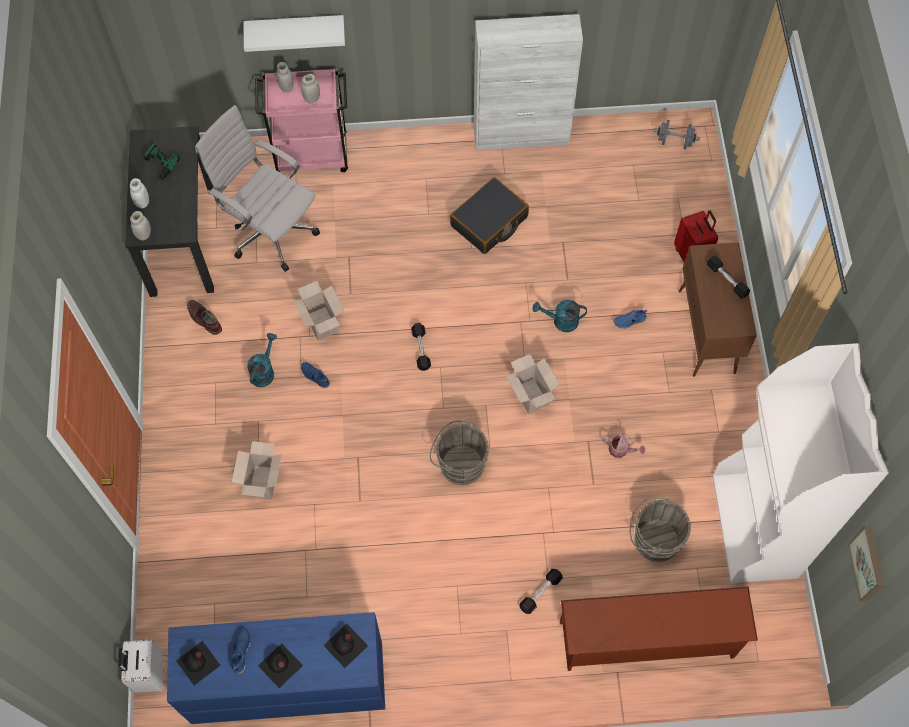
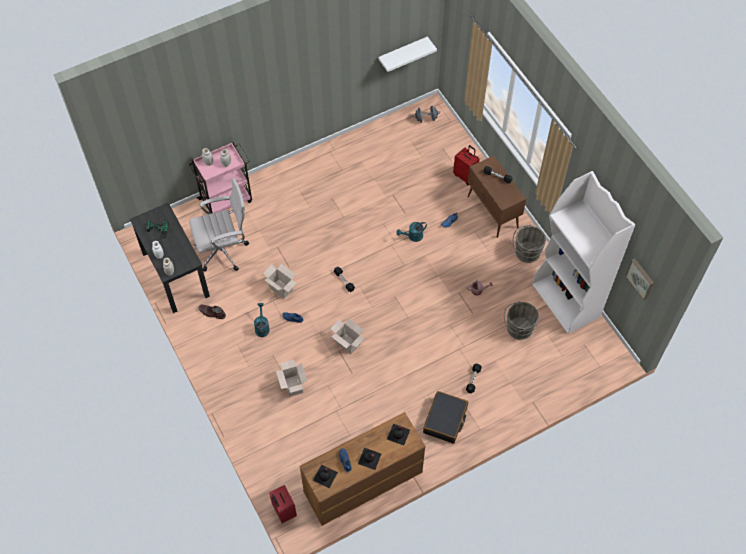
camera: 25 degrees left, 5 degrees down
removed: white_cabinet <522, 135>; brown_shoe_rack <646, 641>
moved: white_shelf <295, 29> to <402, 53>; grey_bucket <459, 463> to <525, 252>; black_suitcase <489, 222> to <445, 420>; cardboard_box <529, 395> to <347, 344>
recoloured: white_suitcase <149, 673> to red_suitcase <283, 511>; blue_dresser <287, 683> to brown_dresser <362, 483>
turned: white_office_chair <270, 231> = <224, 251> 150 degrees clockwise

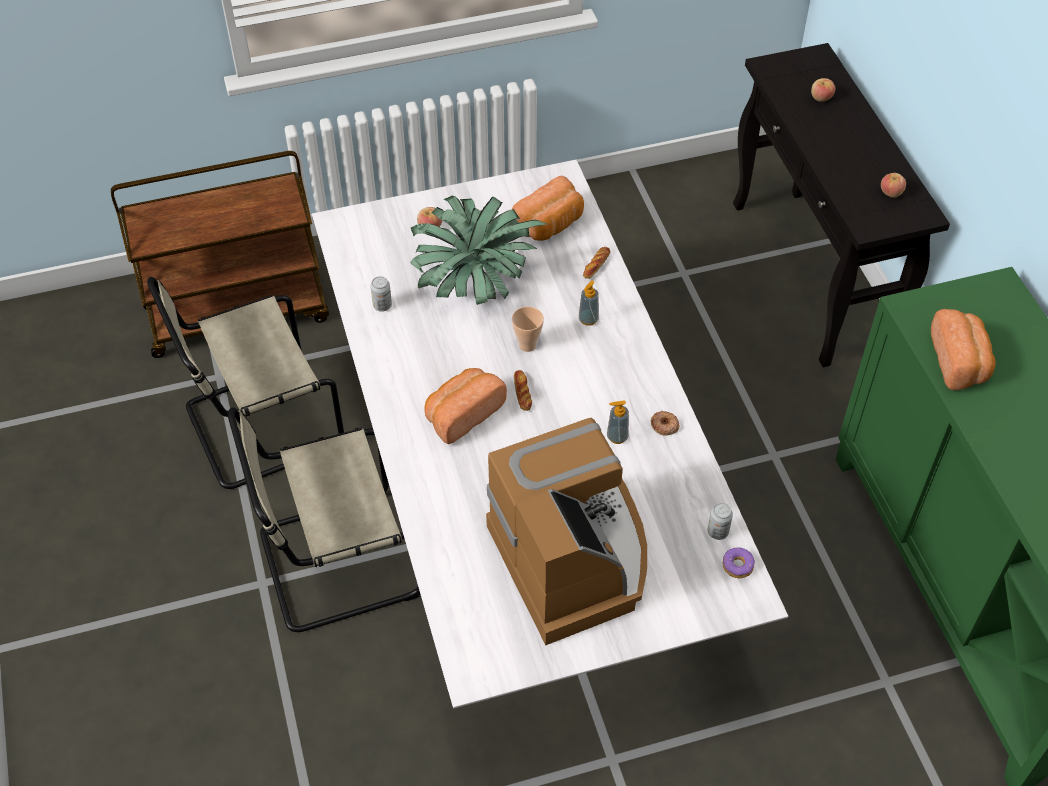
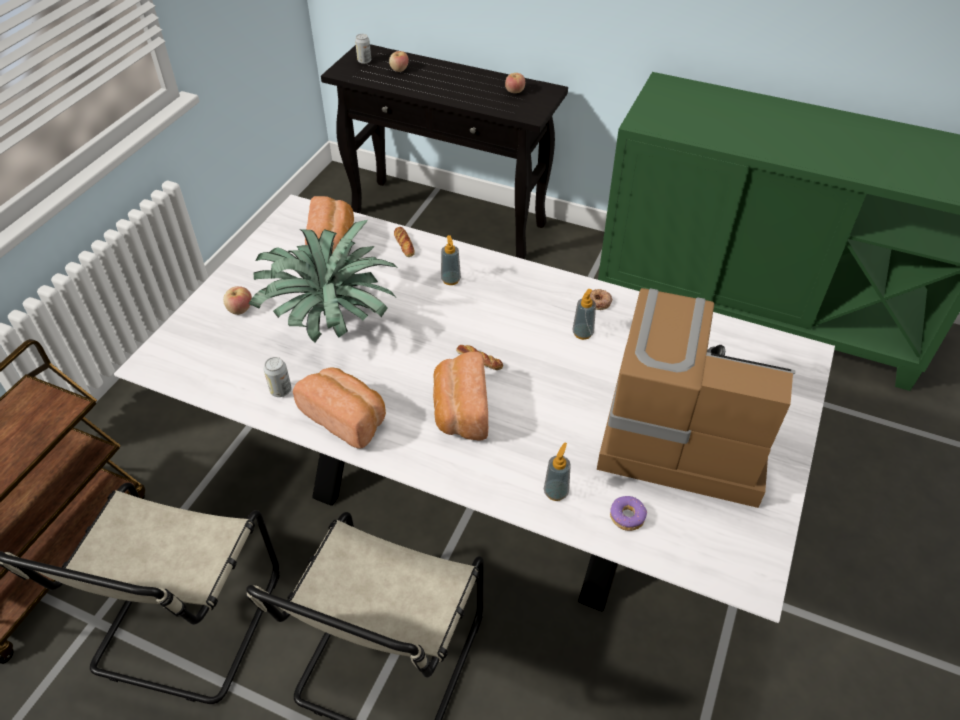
camera: 50 degrees left, 5 degrees down
removed: cup <527, 345>
added: soap_dispenser <556, 492>
moved: can <718, 532> to <364, 61>; donut <737, 566> to <627, 517>; bread <959, 361> to <346, 417>

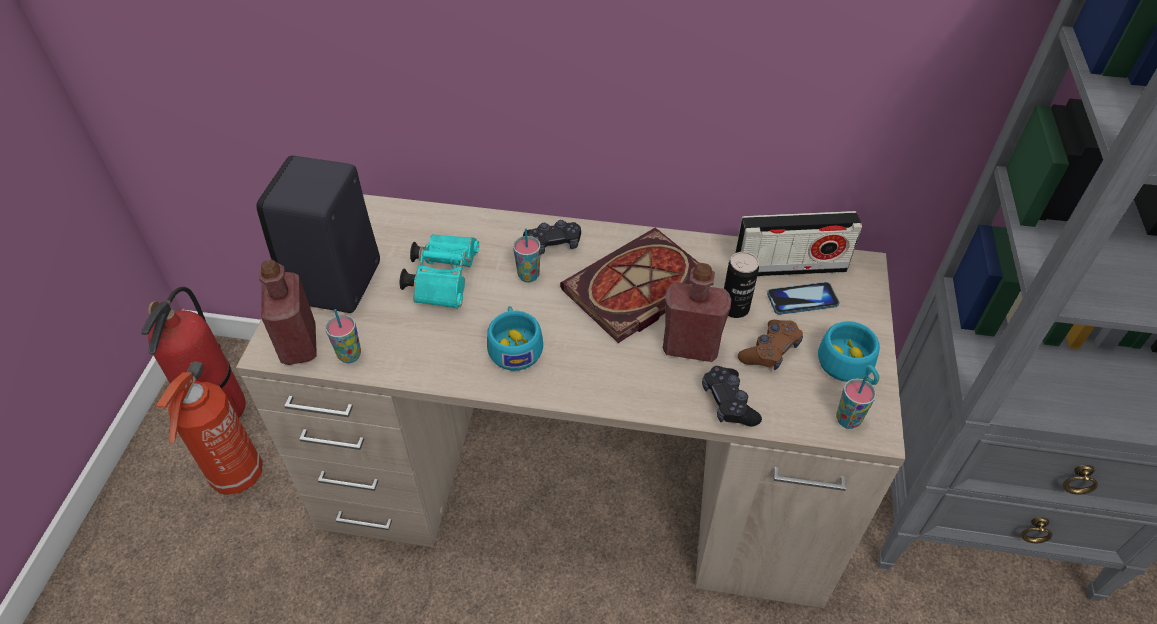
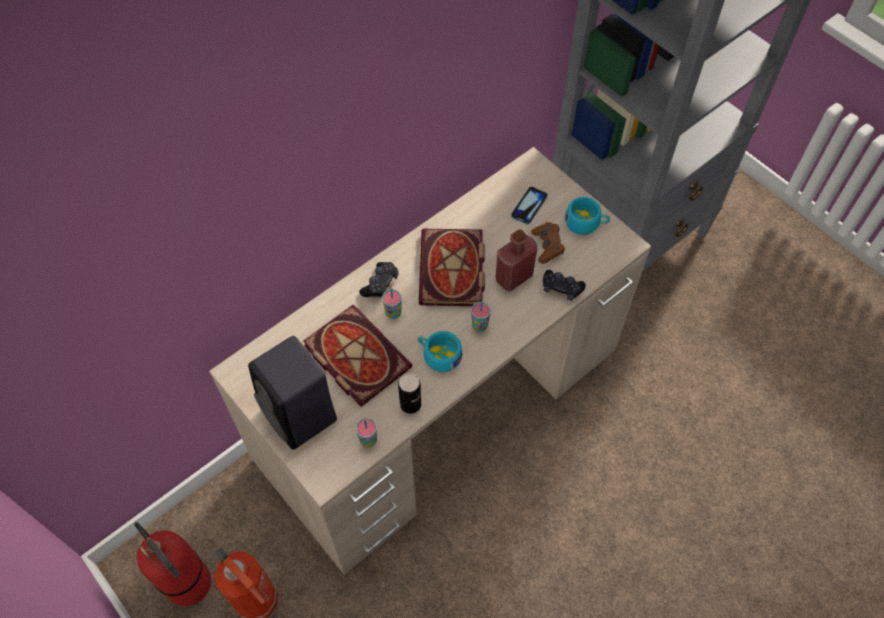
camera: 50 degrees left, 10 degrees up
removed: red_bottle <299, 344>; radio <789, 267>
moved: can <734, 308> to <410, 404>; cup <847, 420> to <479, 326>
replaced: turquoise_binoculars <444, 279> to book <354, 356>

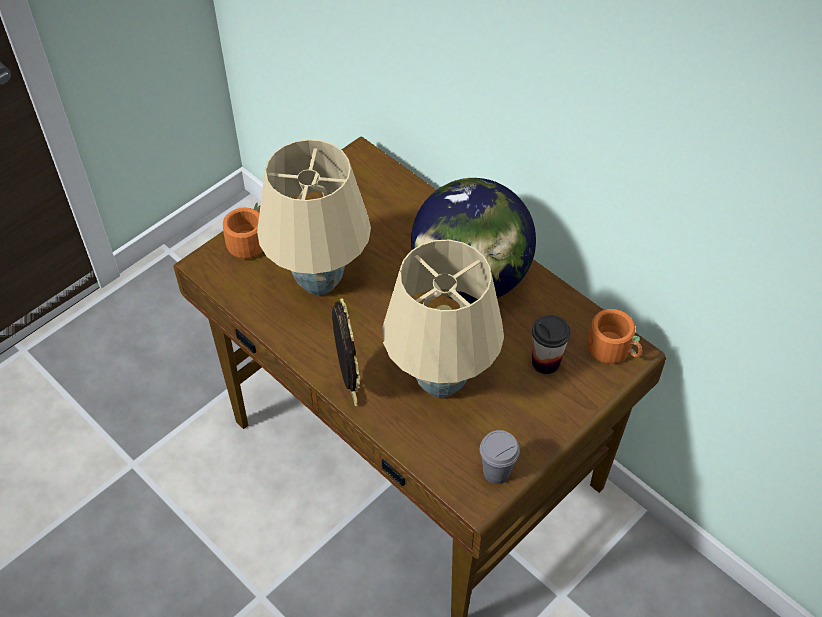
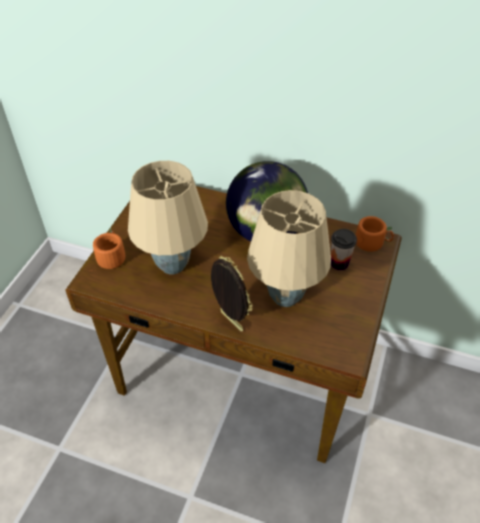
camera: 25 degrees left, 5 degrees down
removed: grey_cup <496, 472>

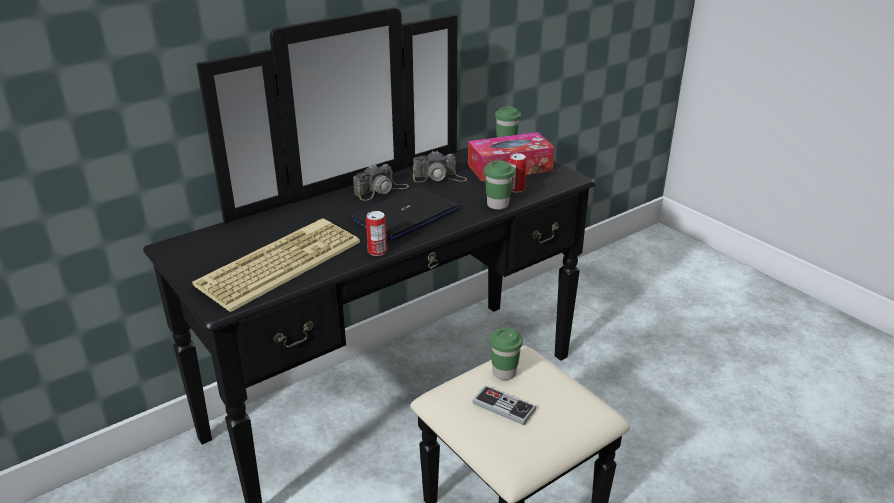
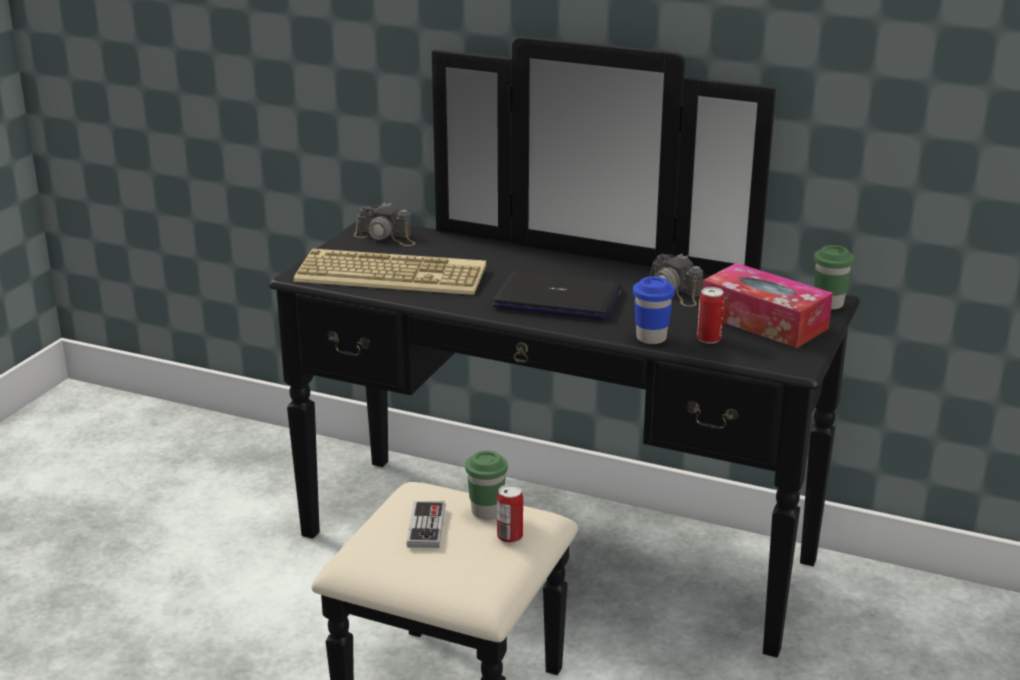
camera: 60 degrees right, 5 degrees down
moved: photo_camera <381, 190> to <386, 237>; can <377, 251> to <510, 536>
recoloured: green_cup <497, 205> to blue_cup <651, 338>

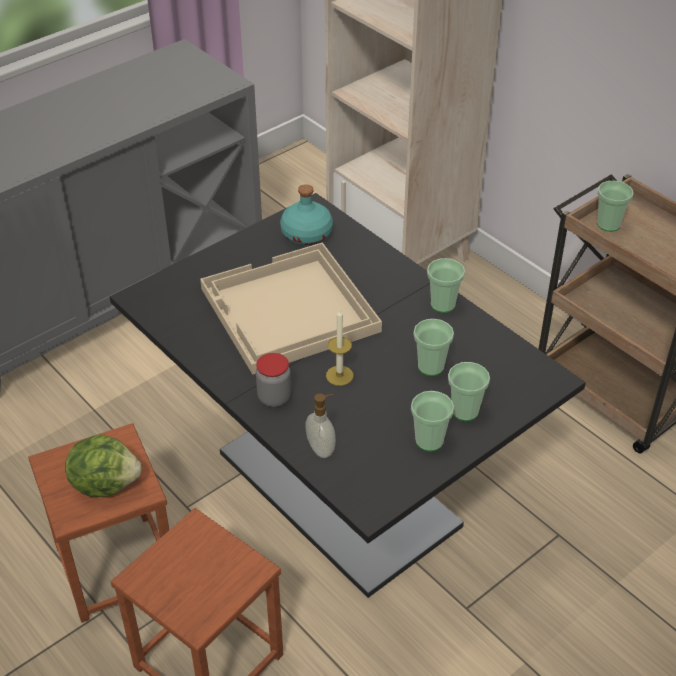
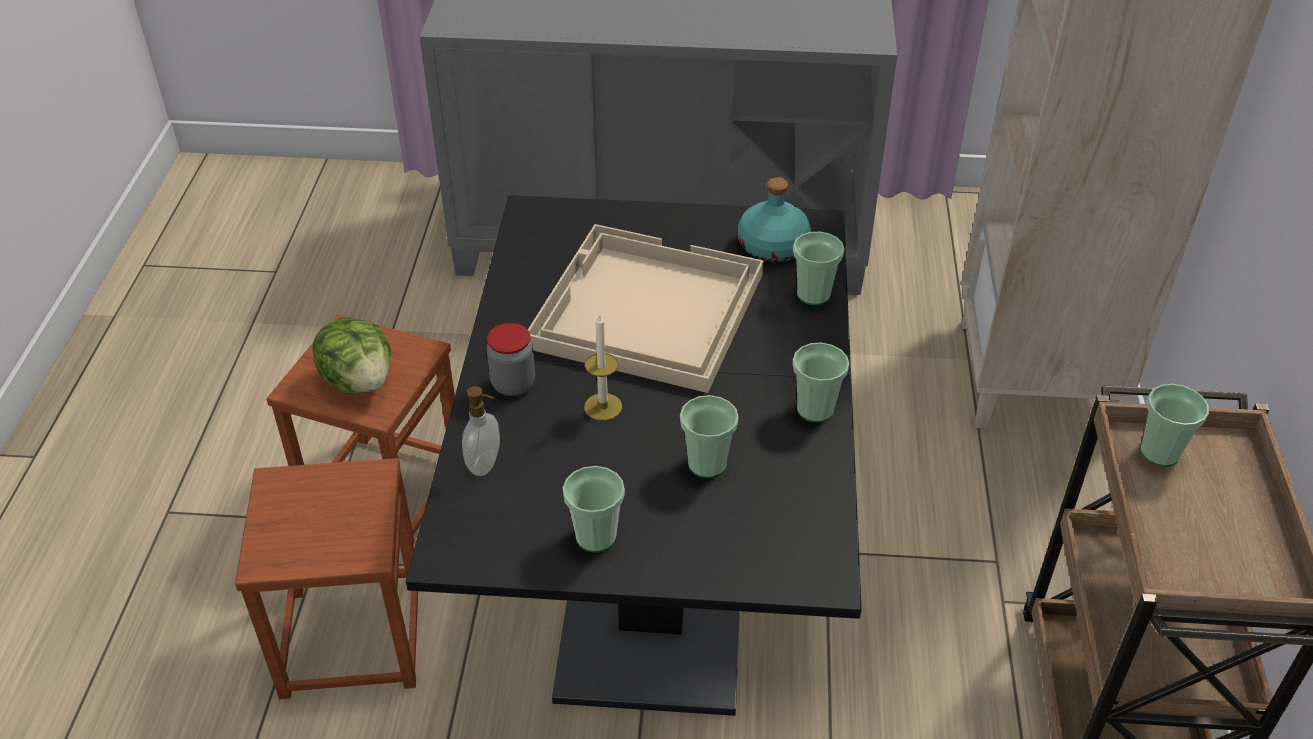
camera: 45 degrees right, 0 degrees up
moved: cup <465, 411> to <813, 294>

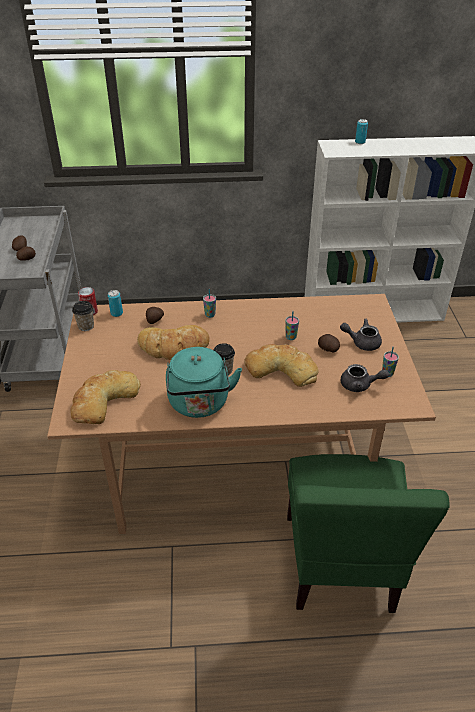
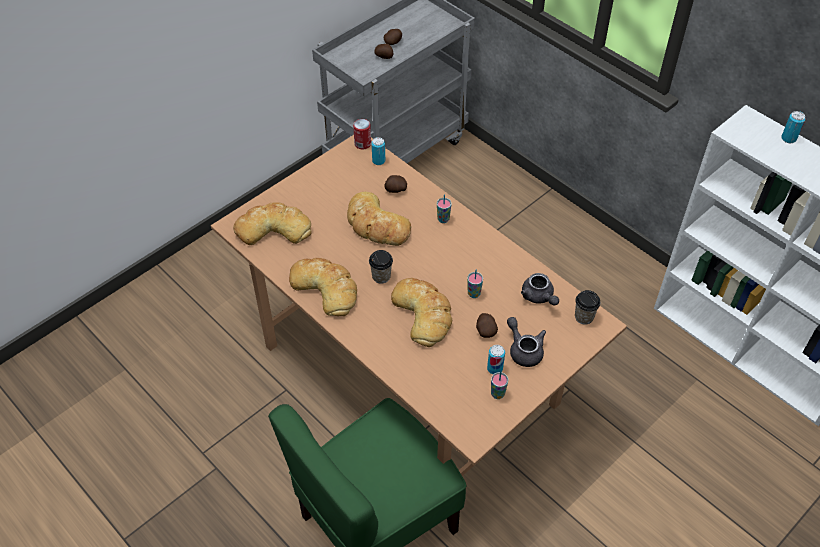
camera: 50 degrees right, 10 degrees up
added: can <495, 368>
moved: cup <86, 326> to <584, 317>; grey_teapot <360, 385> to <539, 297>
replaced: turquoise_kettle <199, 404> to bread <326, 288>

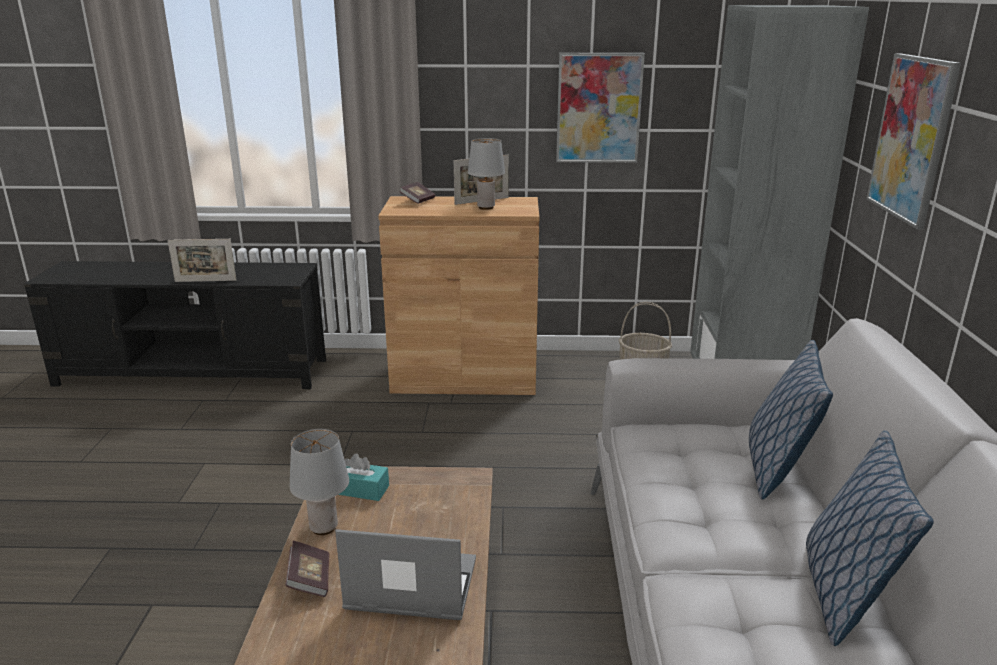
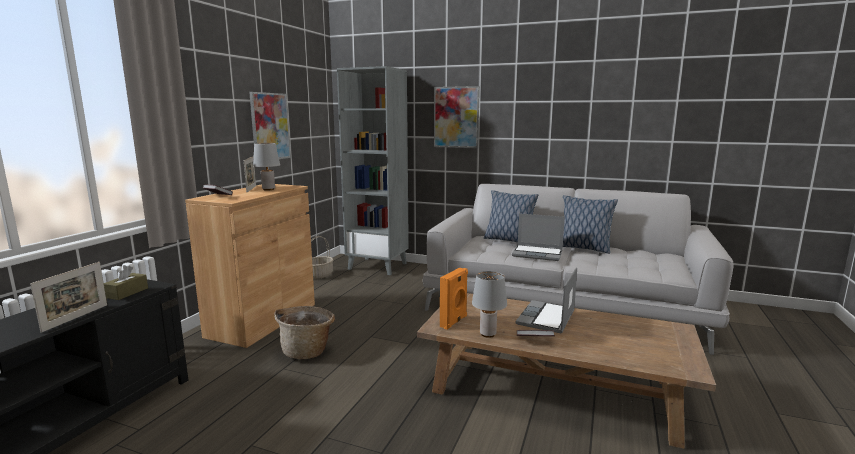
camera: 70 degrees left, 10 degrees down
added: brown_tissue_box <127, 293>; basket <307, 351>; laptop <538, 254>
replaced: turquoise_tissue_box <360, 489> to orange_speaker <454, 322>

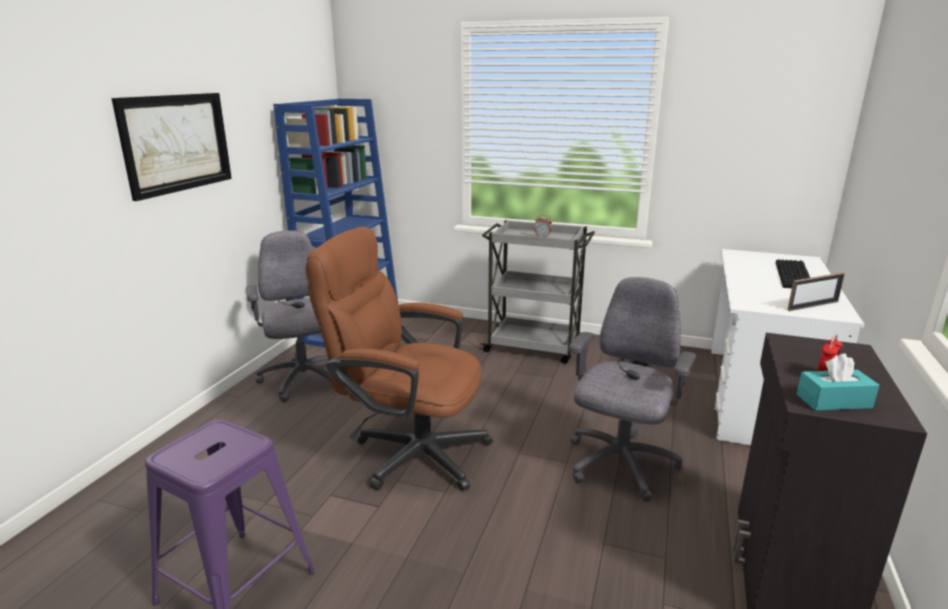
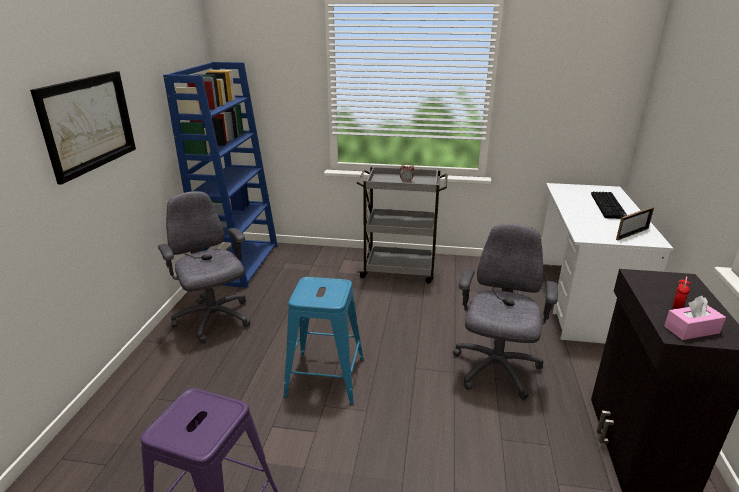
camera: 10 degrees left, 5 degrees up
replaced: brown_office_chair <409, 451> to blue_stool <325, 377>
recoloured: turquoise_tissue_box <833, 401> to pink_tissue_box <691, 330>

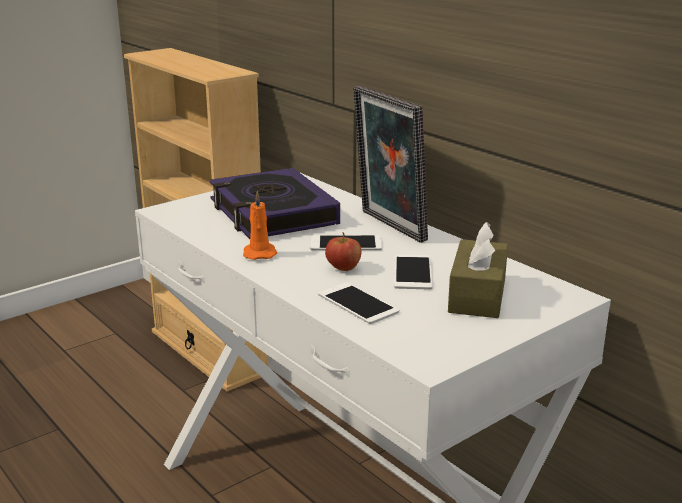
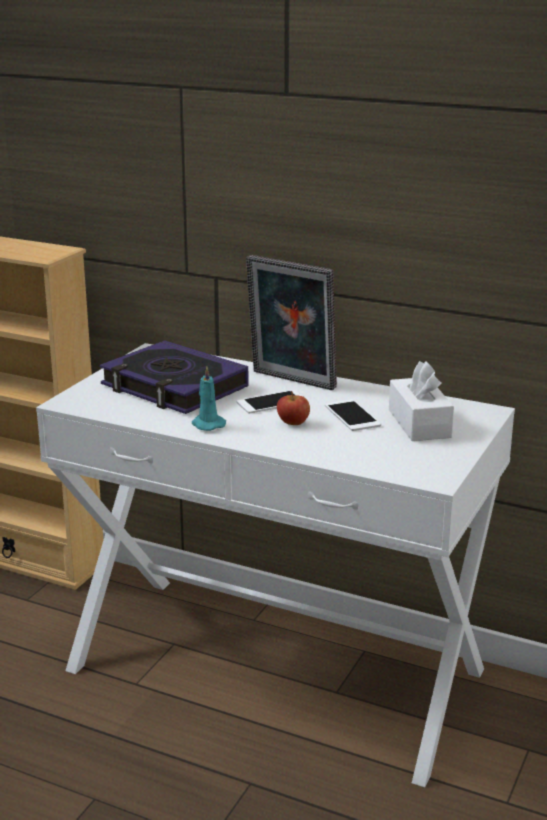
camera: 25 degrees left, 0 degrees up
removed: phone <357, 303>
recoloured: orange_candle <259, 253> to turquoise_candle <207, 424>; brown_tissue_box <477, 295> to white_tissue_box <419, 423>

